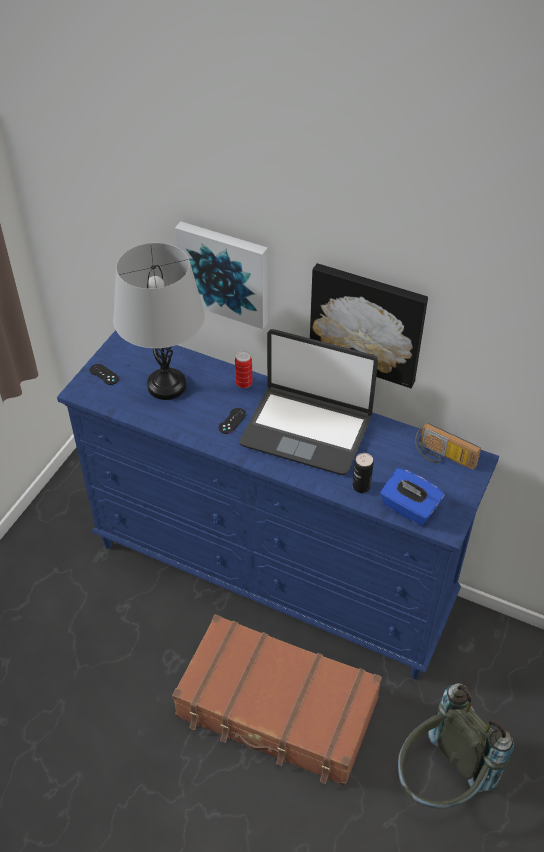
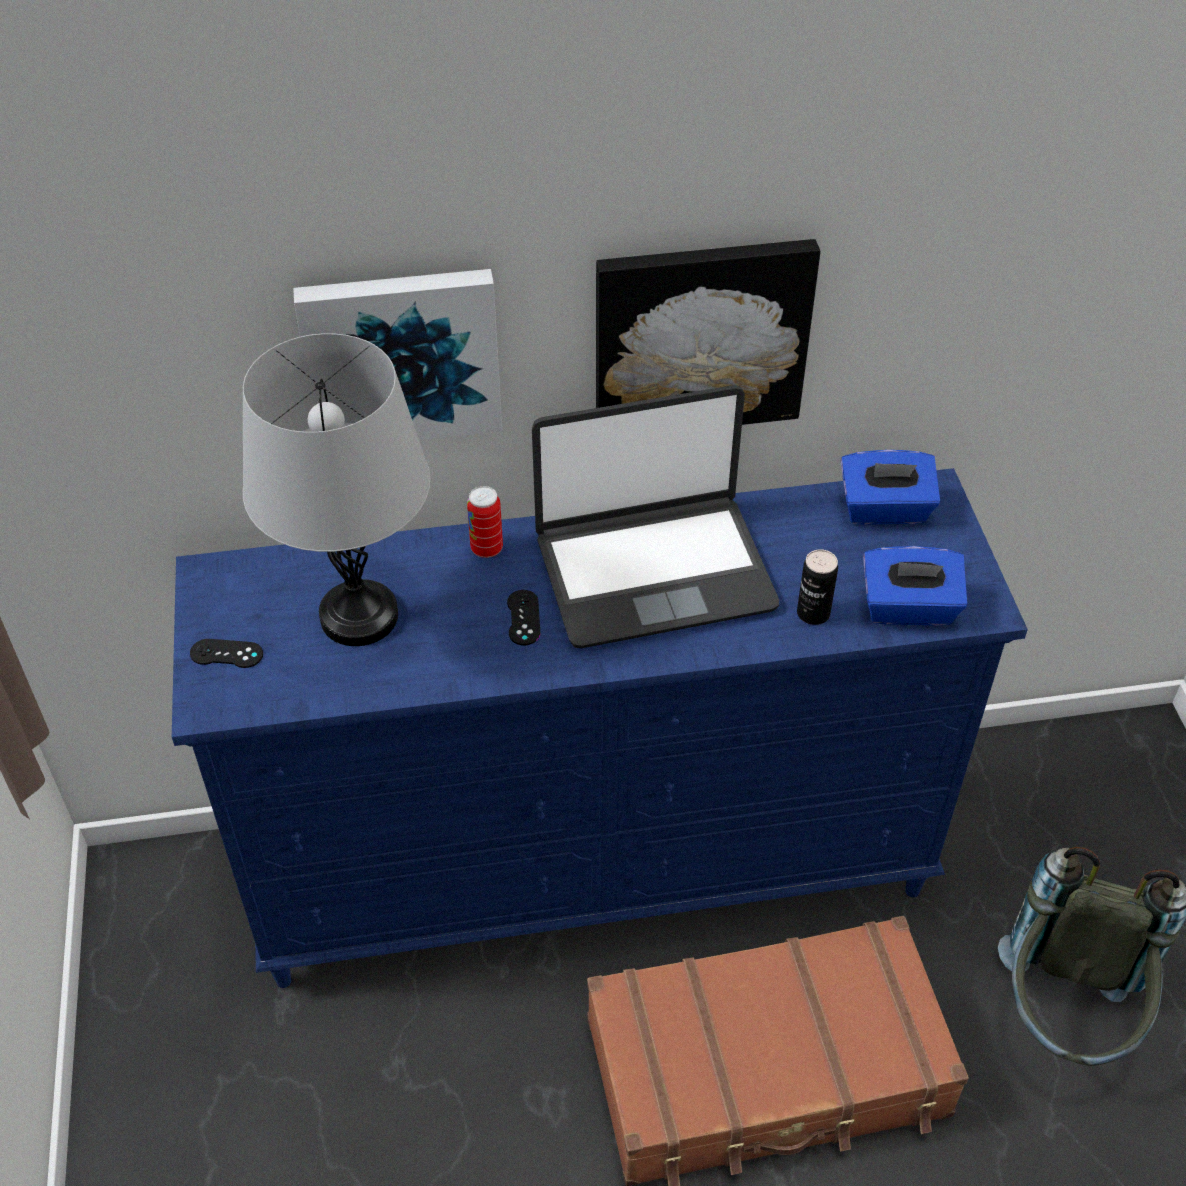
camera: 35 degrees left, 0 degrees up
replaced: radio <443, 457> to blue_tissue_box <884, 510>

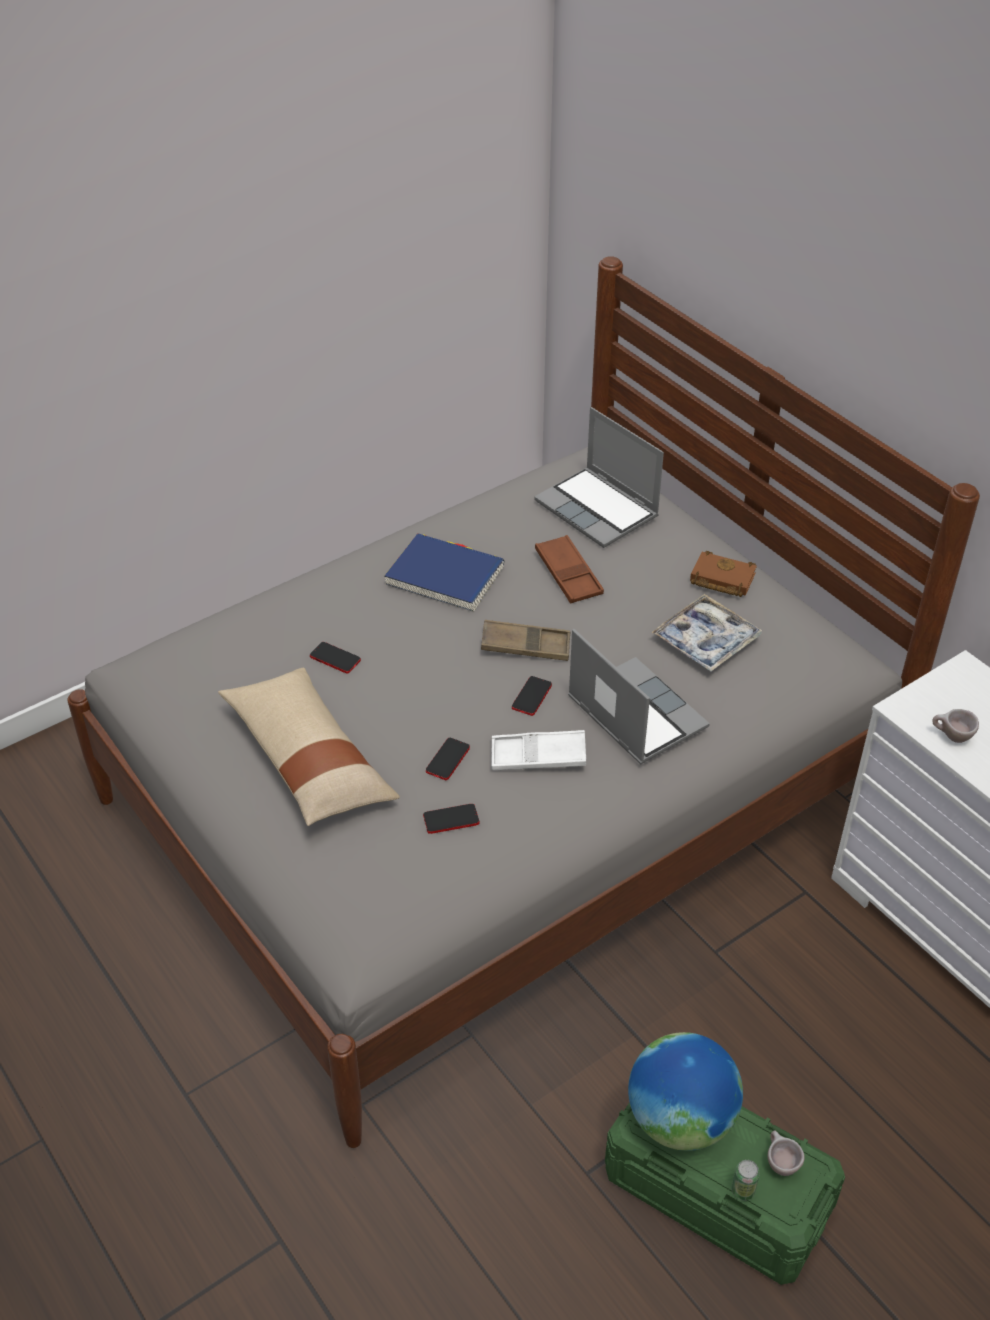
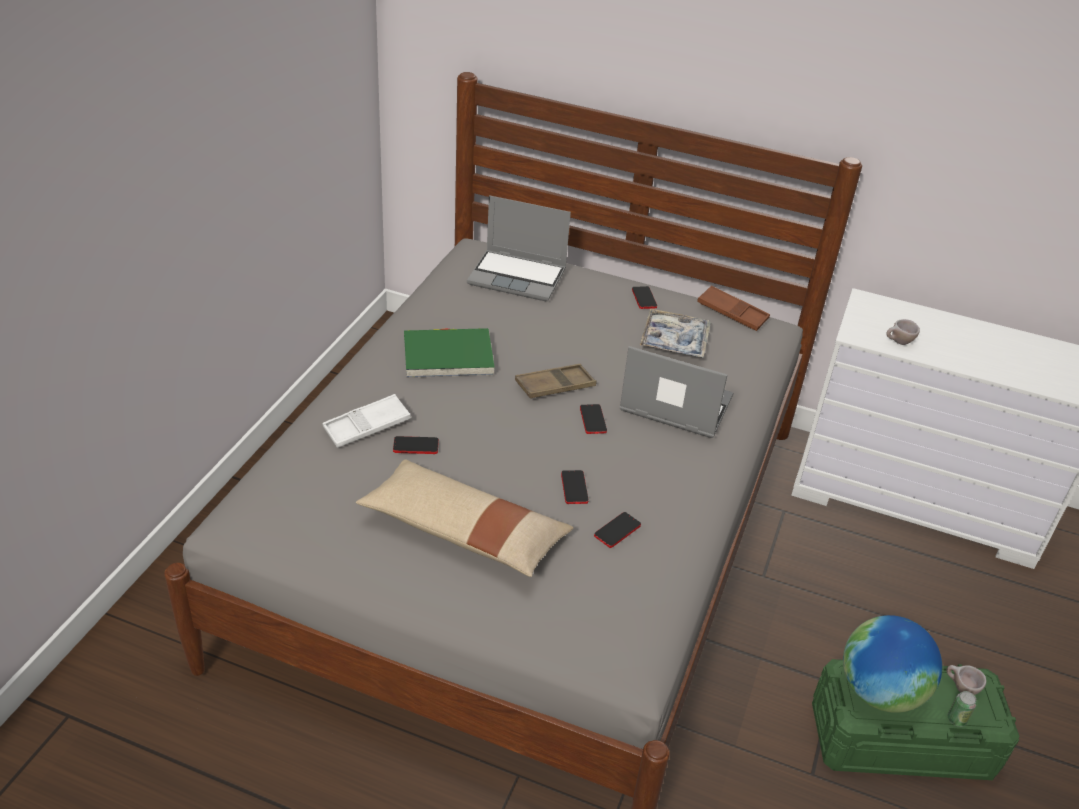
camera: 35 degrees left, 5 degrees down
moved: white_tray <538, 756> to <367, 426>; brown_tray <568, 574> to <732, 313>
replaced: brown_book <720, 579> to phone <644, 298>
recoloured: blue_book <445, 576> to green_book <448, 357>

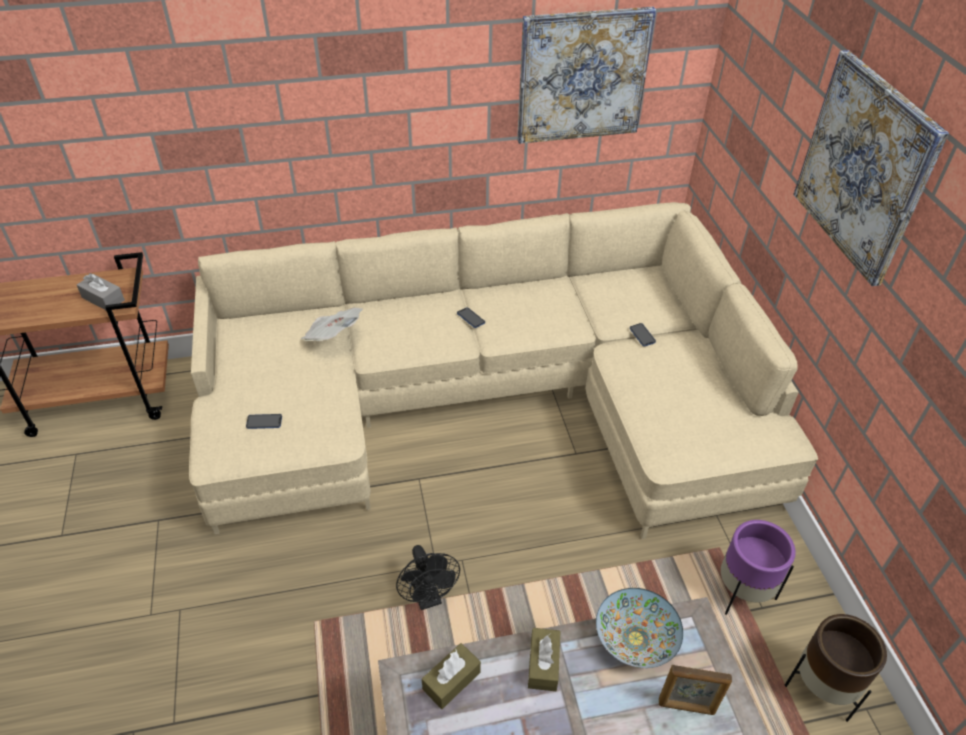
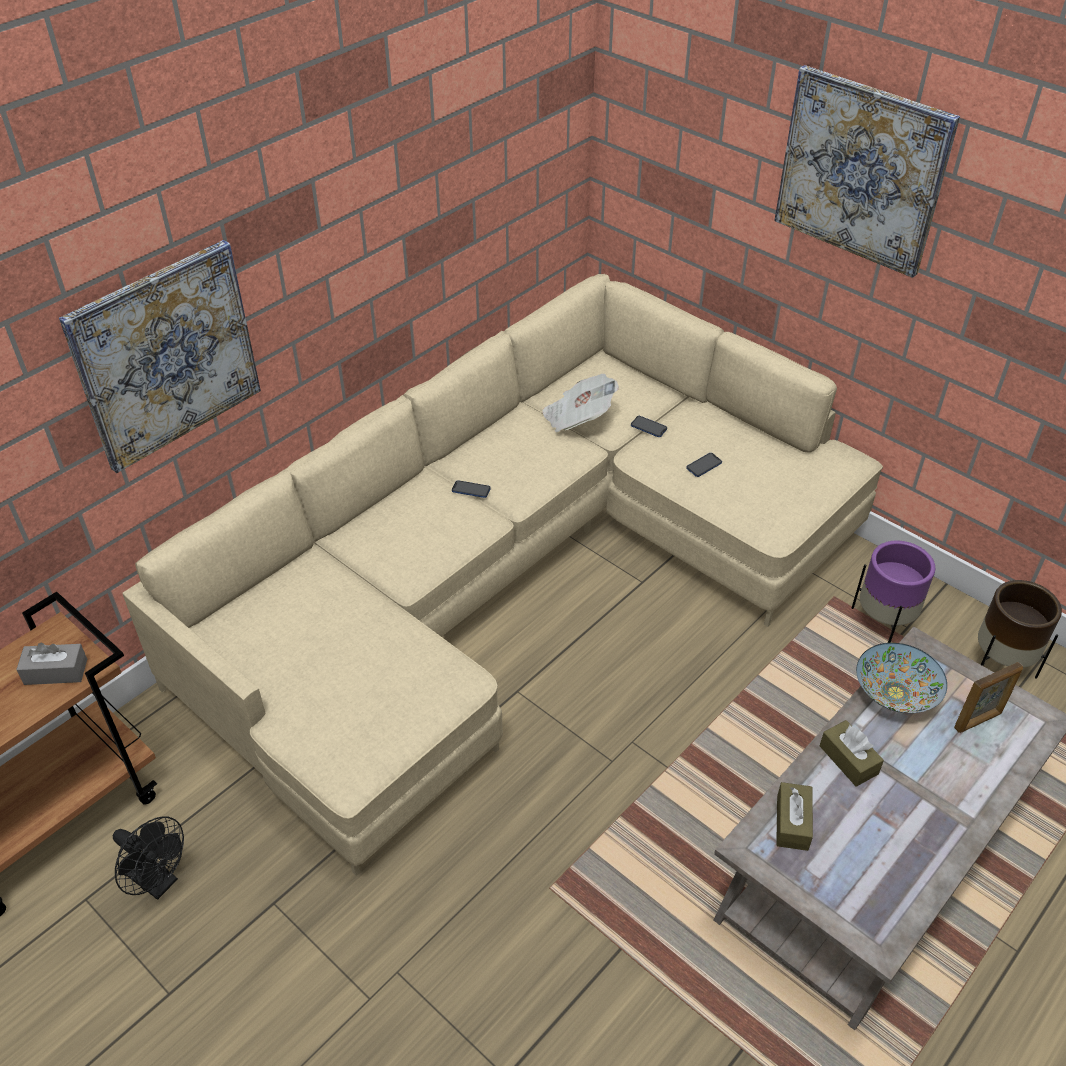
camera: 35 degrees left, 0 degrees up
moved: phone <264, 422> to <704, 465>; newspaper <333, 336> to <578, 418>; black_fan <428, 597> to <158, 882>; picture <582, 76> to <166, 355>

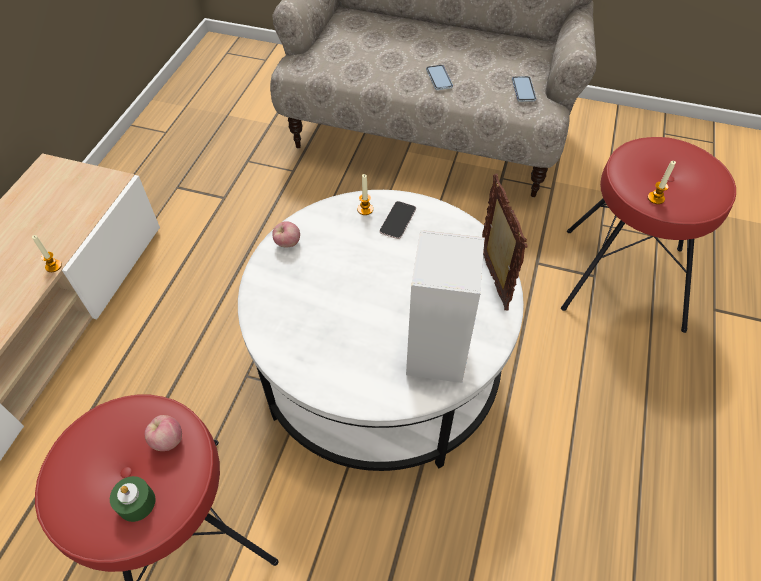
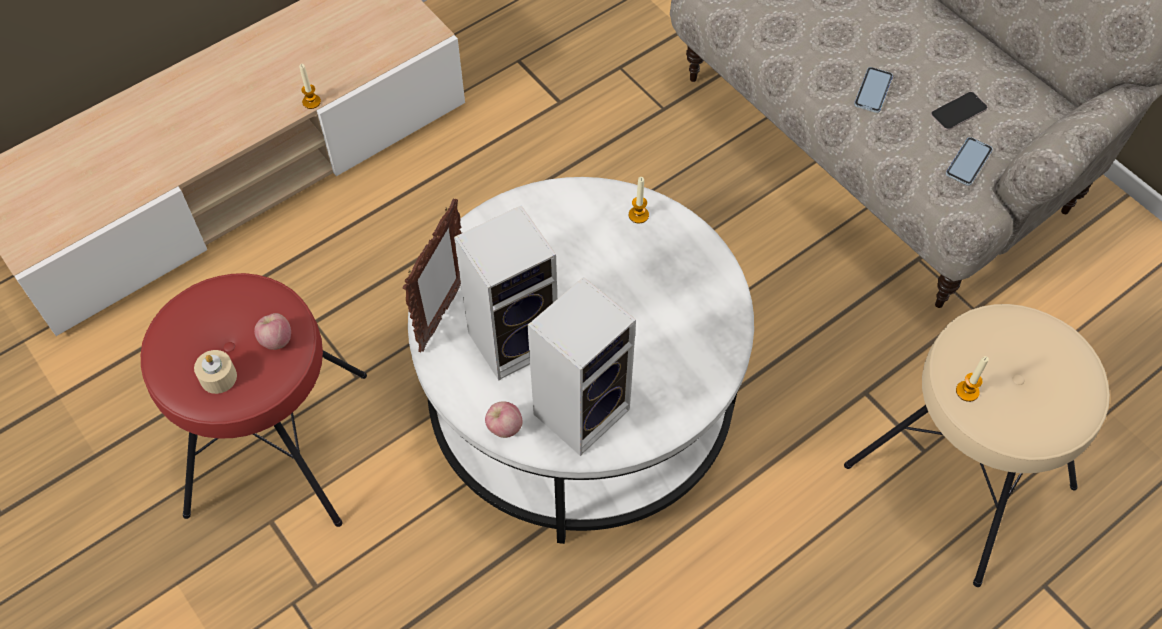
camera: 35 degrees right, 5 degrees up
added: speaker <515, 338>
moved: apple <287, 243> to <504, 427>; phone <398, 220> to <958, 111>; picture_frame <492, 280> to <442, 314>
recoloured: green_candle <136, 503> to beige_candle <218, 377>; red_stool <623, 276> to beige_stool <961, 474>

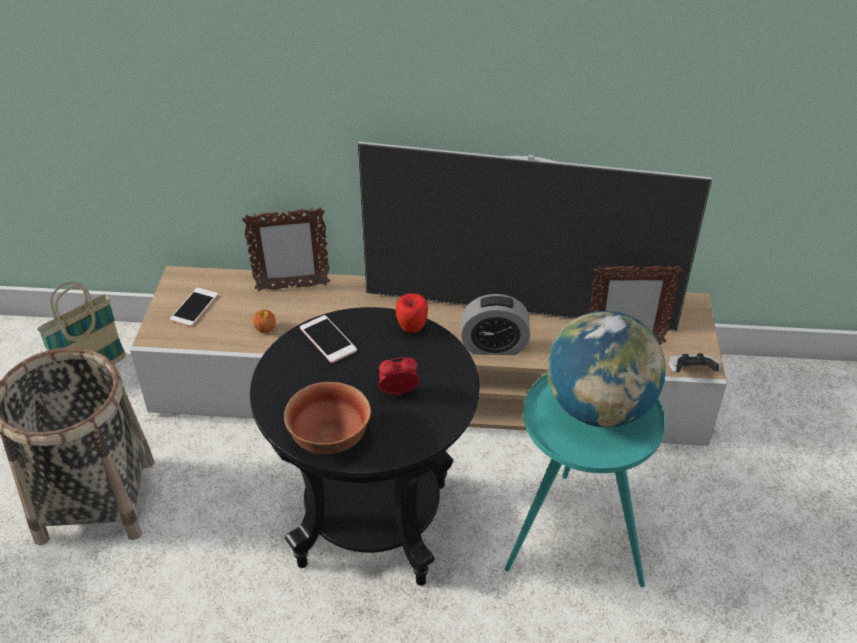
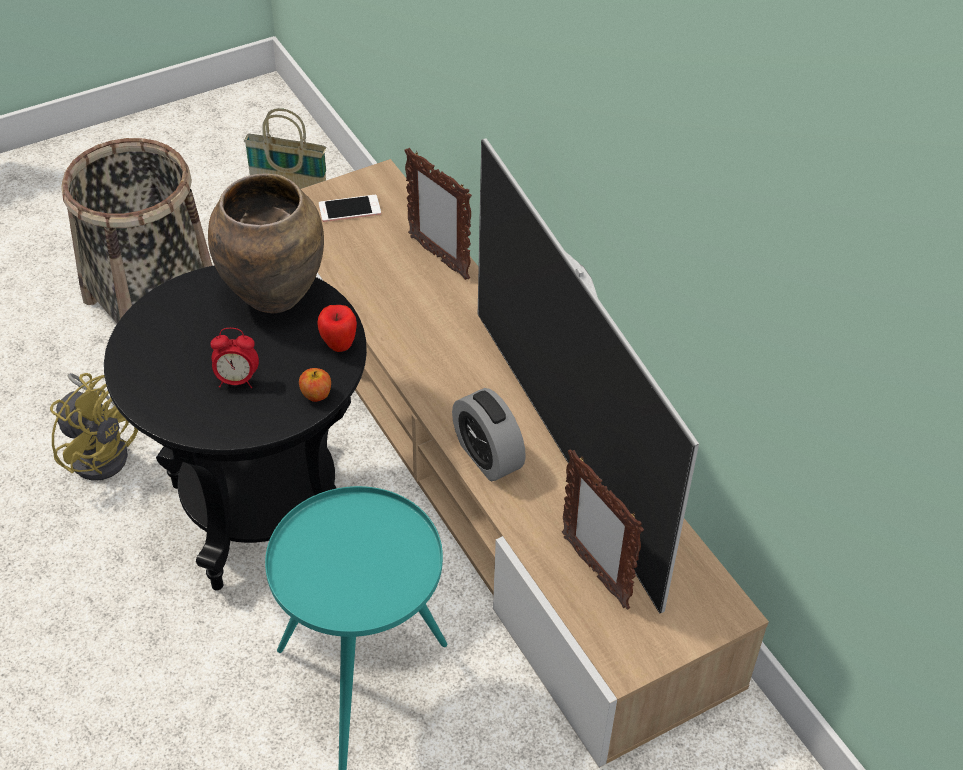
camera: 55 degrees right, 5 degrees up
removed: bowl <329, 437>; globe <598, 408>; game_controller <690, 372>
added: yellow_fan <102, 449>
moved: apple <265, 329> to <316, 394>
replaced: phone <328, 339> to brown_vase <275, 295>
turned: alarm_clock <398, 394> = <237, 380> 135 degrees clockwise

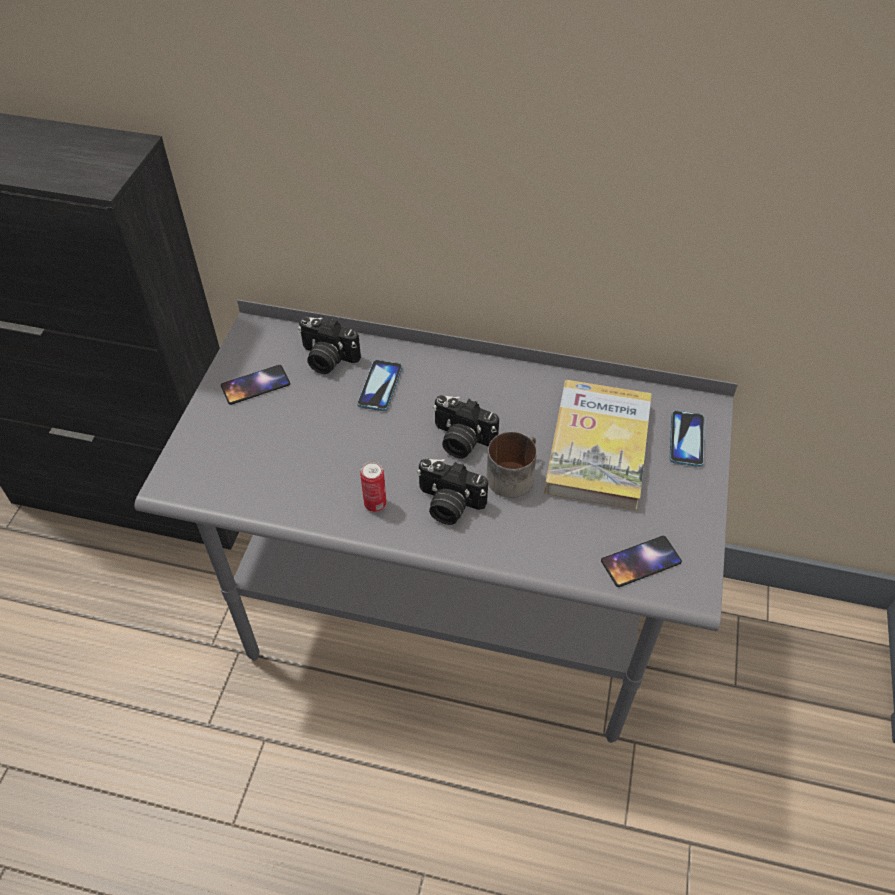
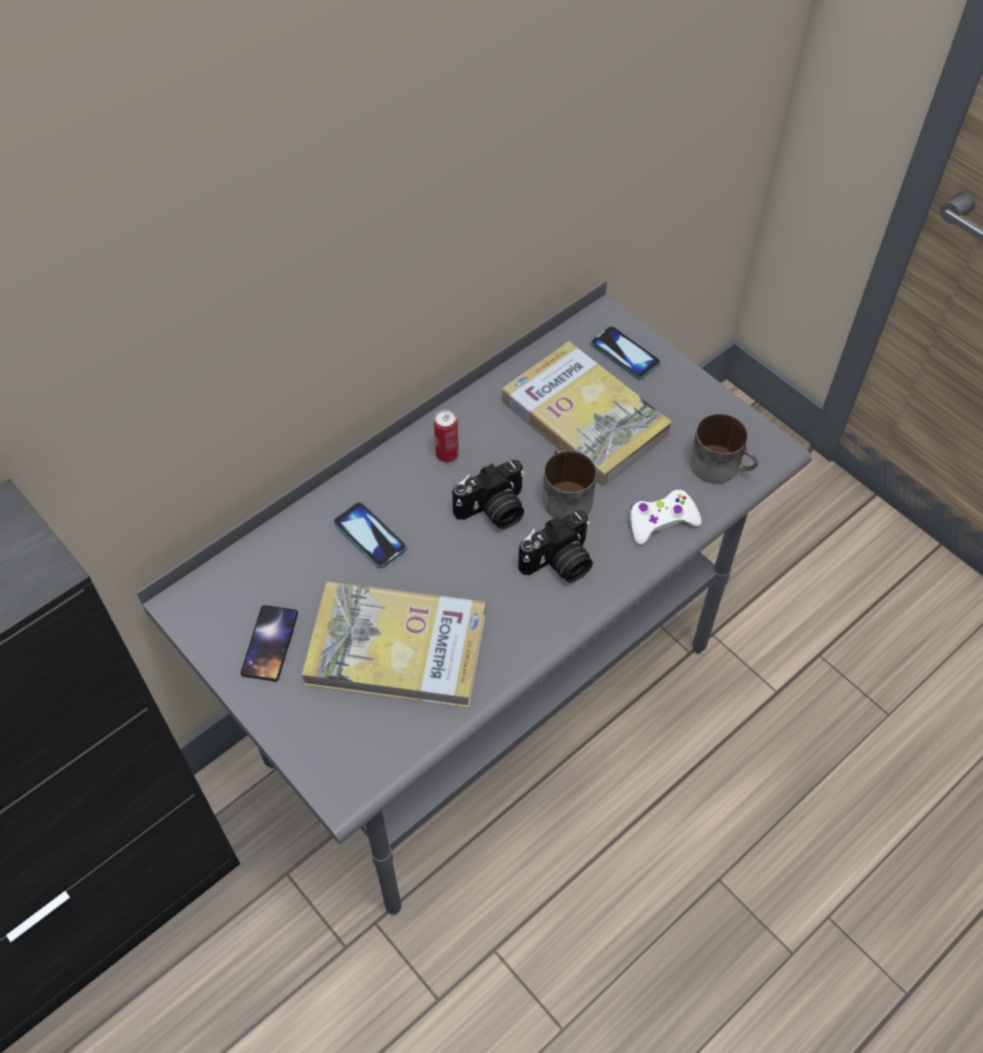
camera: 55 degrees left, 5 degrees up
removed: photo_camera <327, 359>
added: book <396, 648>; white_game_controller <661, 521>
moved: can <375, 504> to <447, 454>
replaced: phone <641, 562> to mug <721, 465>

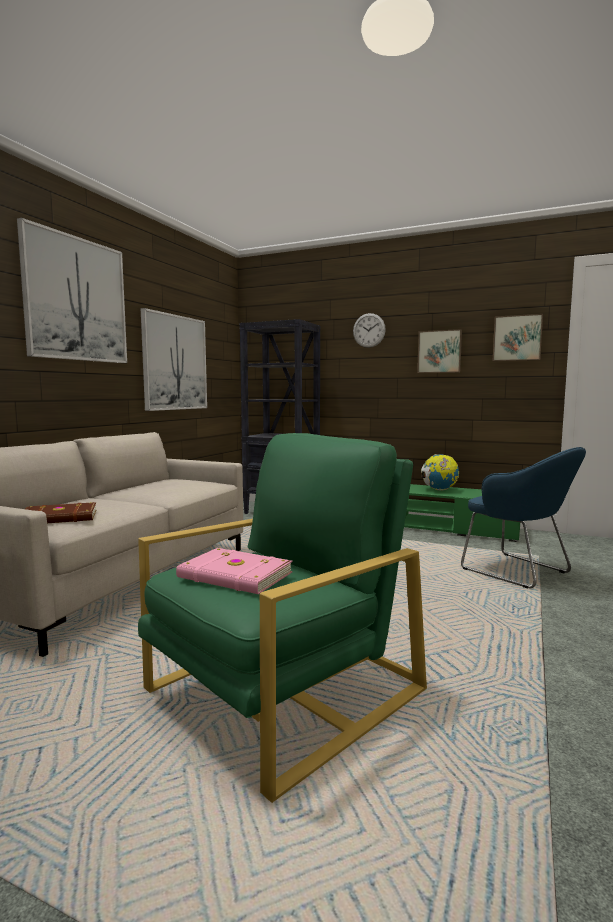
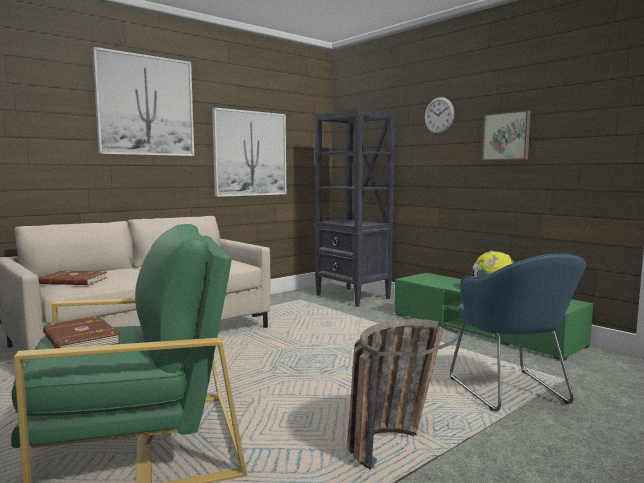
camera: 25 degrees right, 0 degrees up
removed: picture <517, 338>
added: basket <393, 441>
recoloured: pink_book <234, 576> to brown_book <79, 339>

